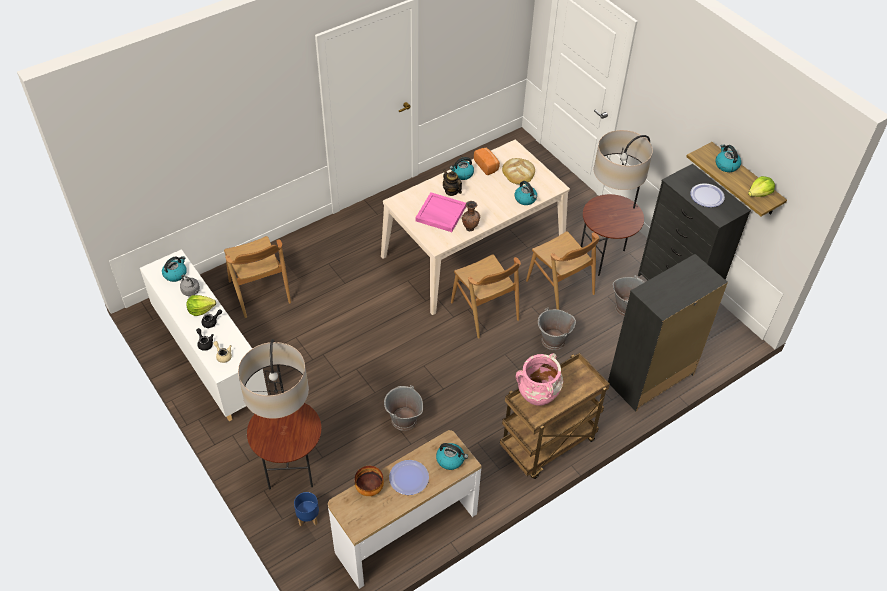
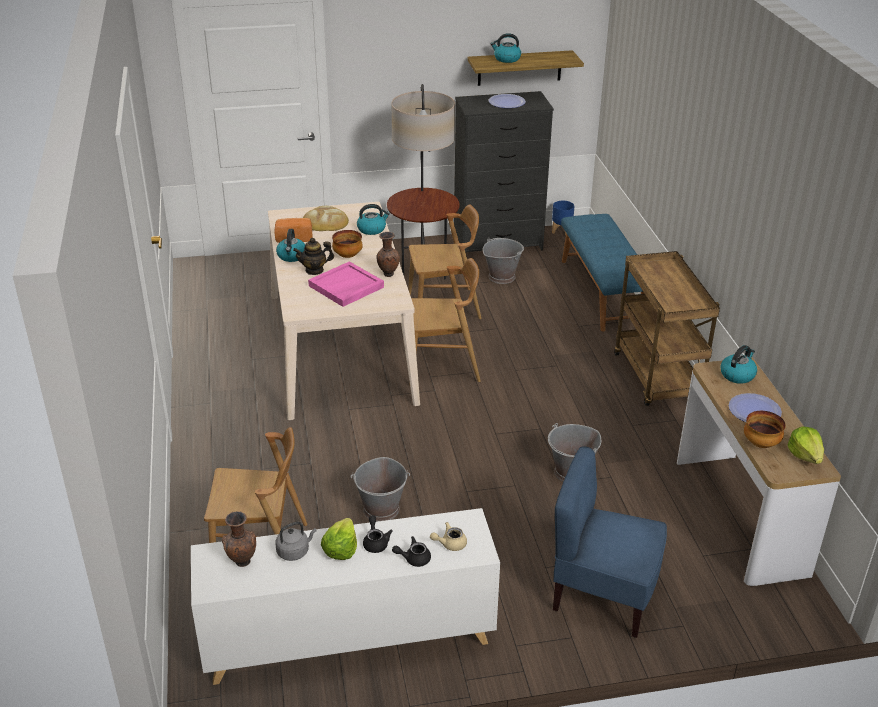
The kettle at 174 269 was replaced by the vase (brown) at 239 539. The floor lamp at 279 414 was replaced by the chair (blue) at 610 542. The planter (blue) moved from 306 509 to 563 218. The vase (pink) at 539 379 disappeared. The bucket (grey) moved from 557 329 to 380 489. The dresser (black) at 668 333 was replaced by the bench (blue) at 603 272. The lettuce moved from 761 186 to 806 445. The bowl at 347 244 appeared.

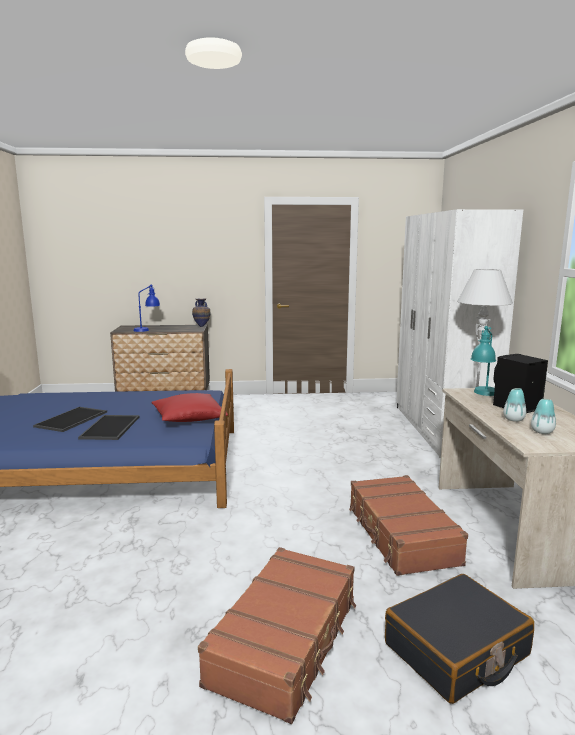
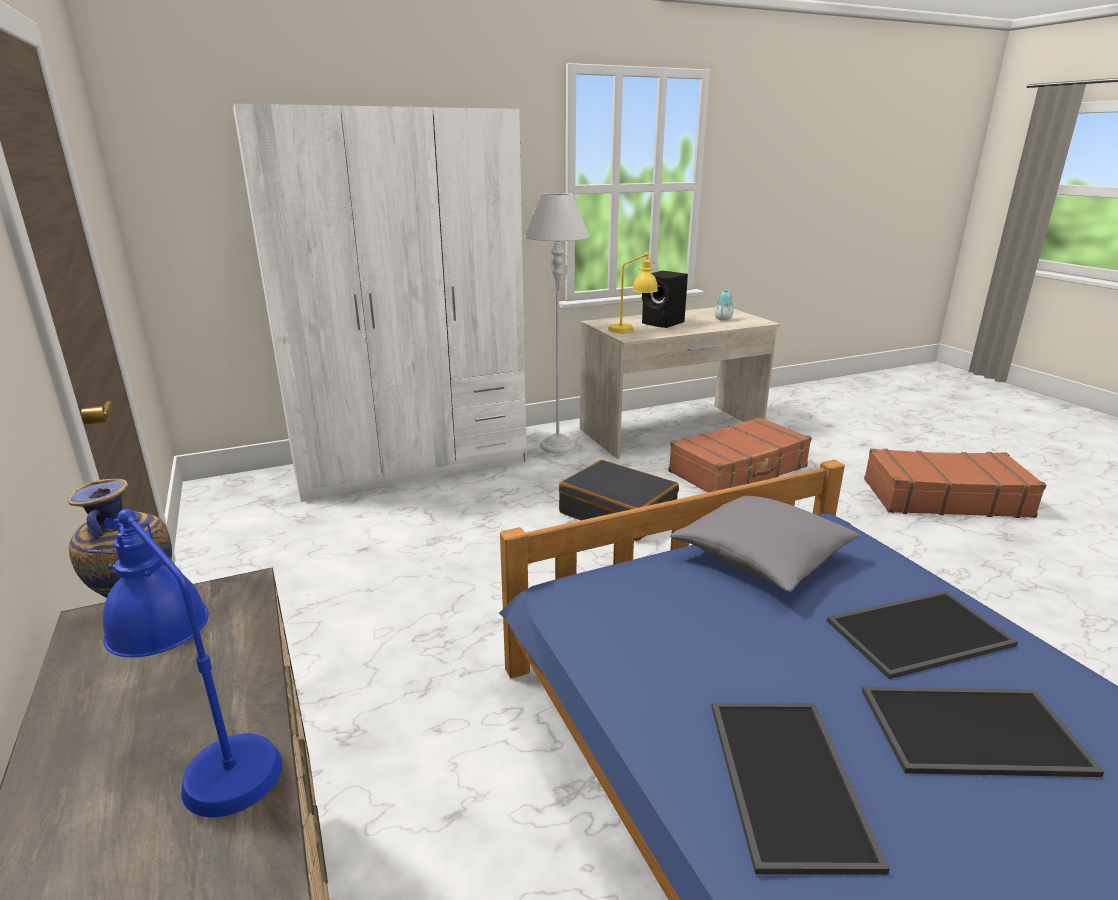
The pillow (red) at 189 407 became the pillow (grey) at 765 543. The suitcase (black) moved from 459 639 to 619 500. The table lamp (turquoise) at 483 361 became the table lamp (yellow) at 633 292. The vase at 514 405 disappeared. The tray at 800 789 appeared.

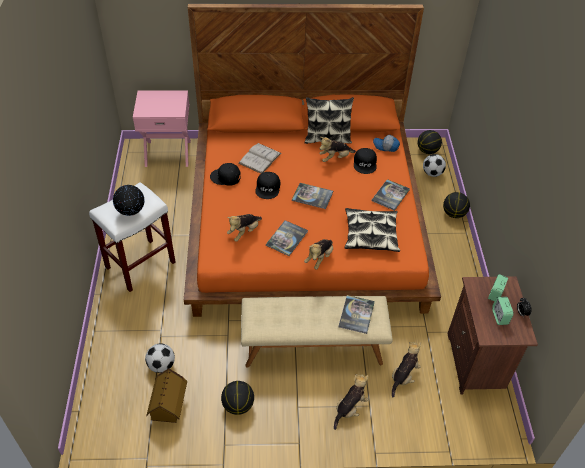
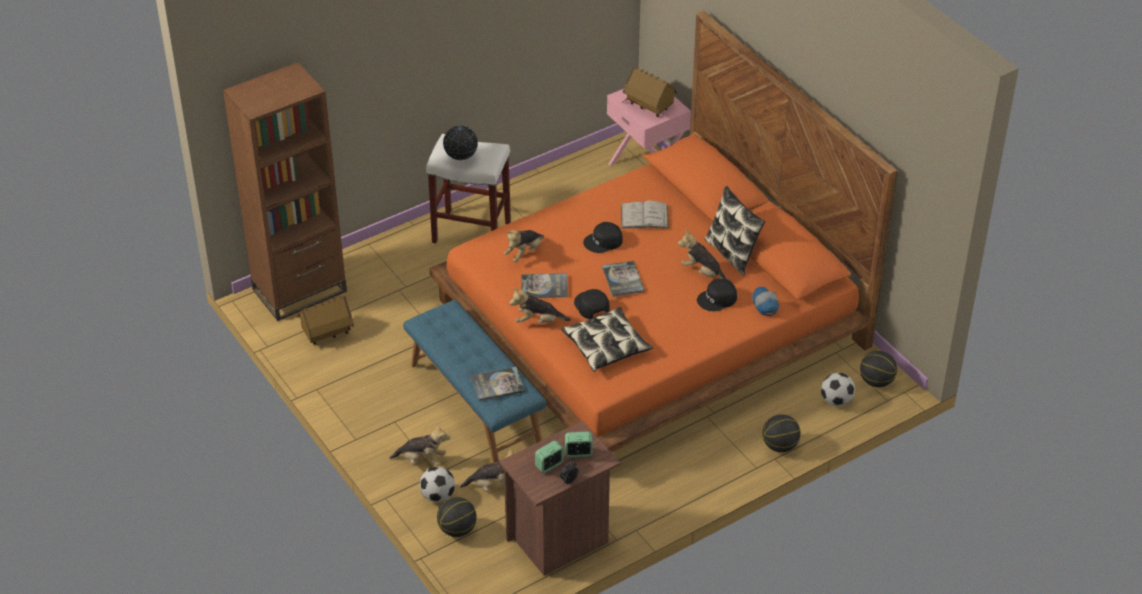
The football moved from 160 358 to 437 484. The cap (black) moved from 225 174 to 591 304. The basketball moved from 237 398 to 457 517. The plush toy at 244 228 turned 60 degrees counterclockwise. The bench (beige) at 317 332 became the bench (blue) at 475 381. The book at 391 195 disappeared. The bookcase (brown) at 285 191 appeared. The toy house at 649 91 appeared.

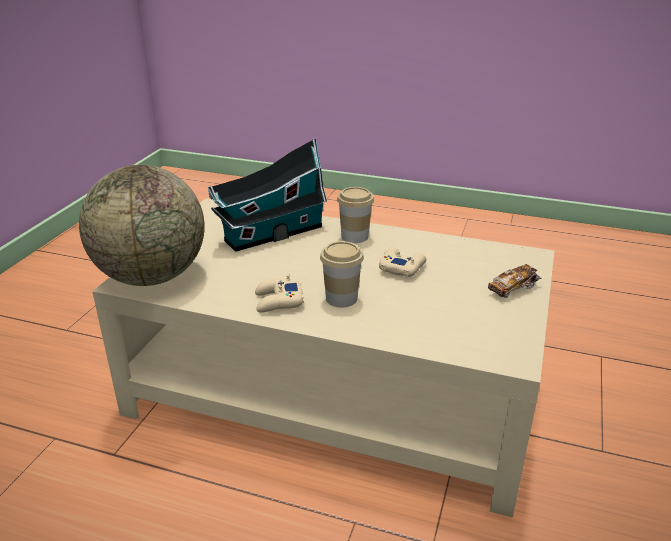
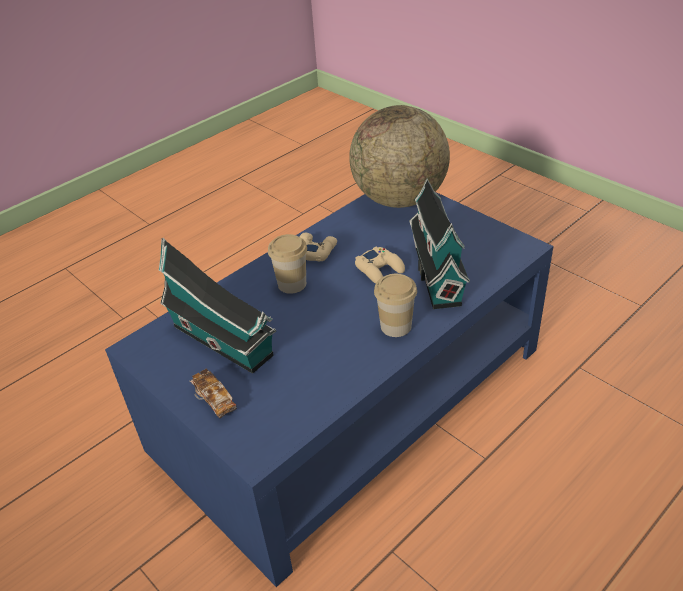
The coffee table (beige) at 323 358 became the coffee table (blue) at 329 389. The game controller (beige) moved from 402 262 to 380 265. The toy car at 515 281 turned 150 degrees clockwise. The toy house at 218 306 appeared.

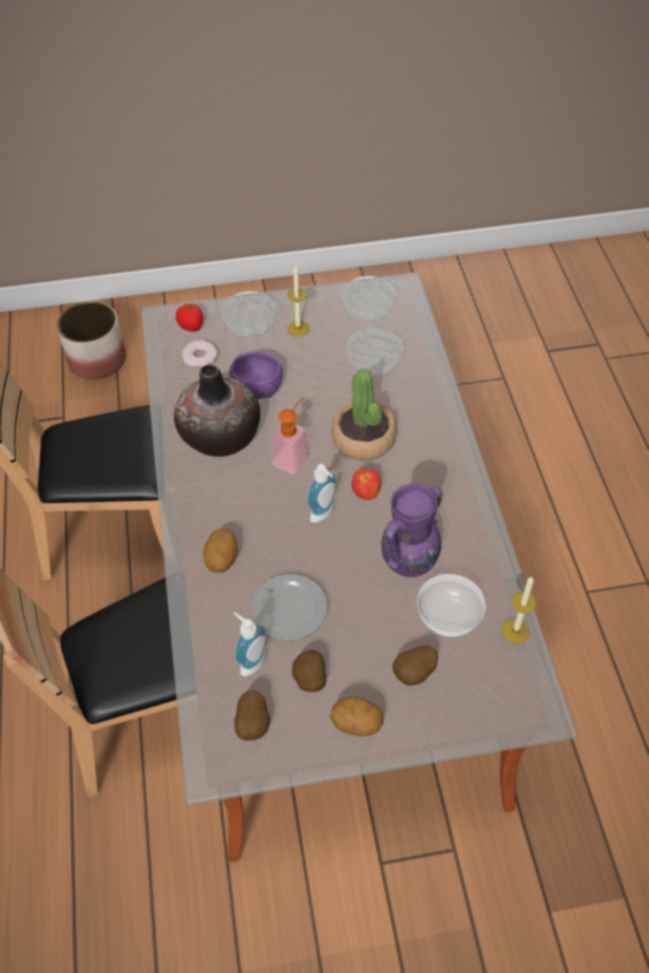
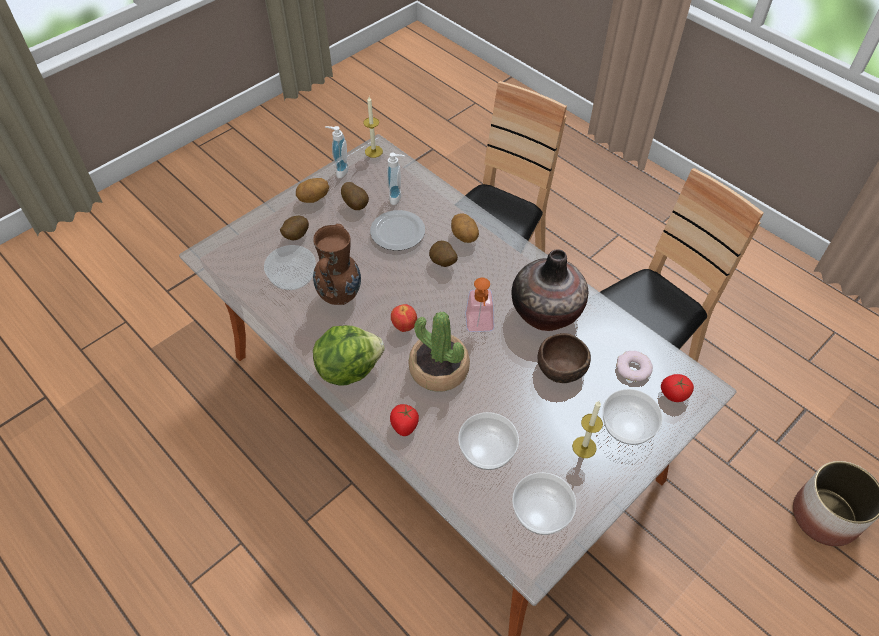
The bowl (purple) at 256 375 became the bowl (brown) at 564 358. The potato moved from 252 715 to 443 254. The soap dispenser moved from 321 493 to 336 152. The vase (purple) at 412 530 became the vase (brown) at 337 264. The candle moved from 519 610 to 373 127. The lettuce at 349 355 appeared. The tomato at 404 420 appeared.

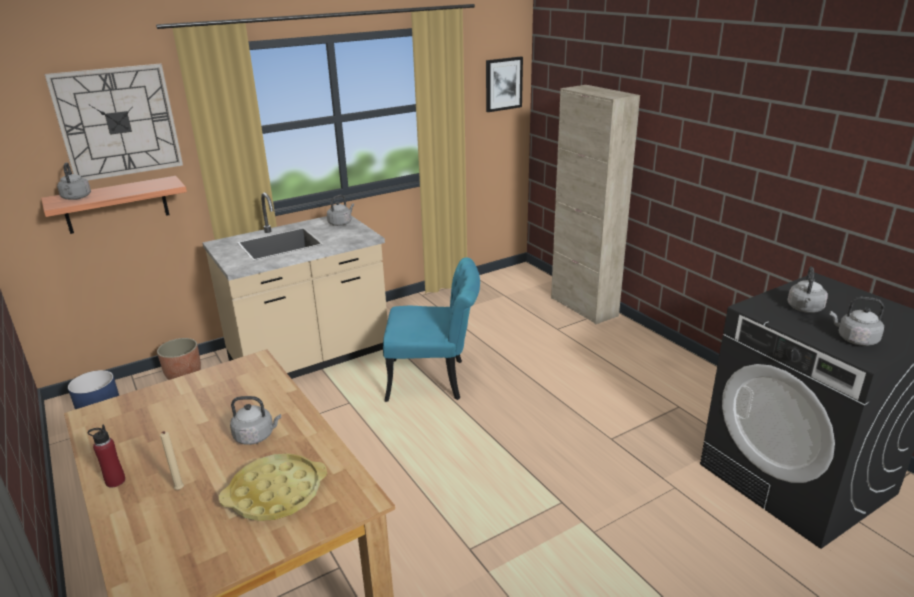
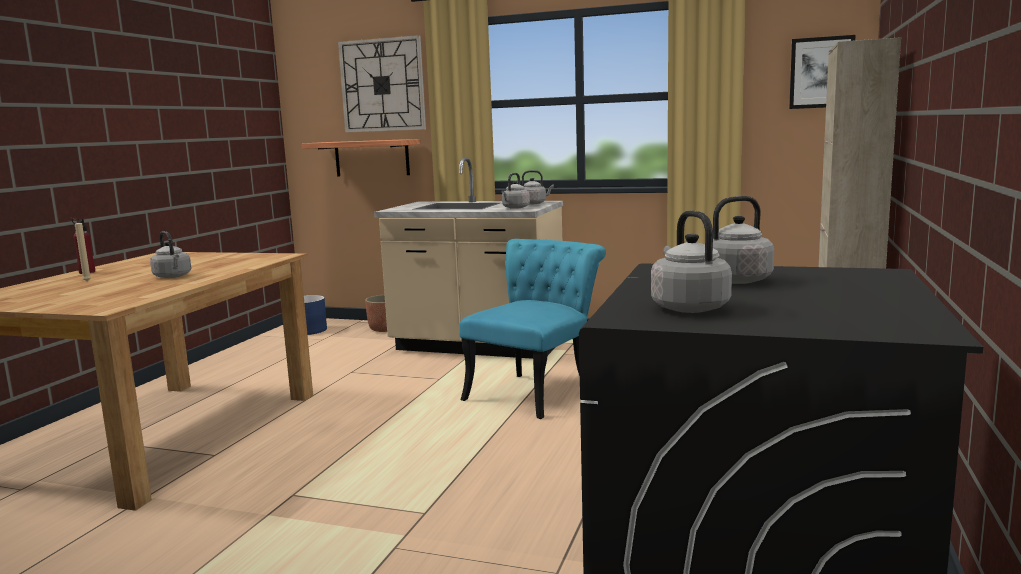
The kettle (grey) moved from 74 181 to 515 191. The tray (yellow) at 273 487 disappeared. The chair (turquoise) at 431 329 turned 105 degrees counterclockwise.

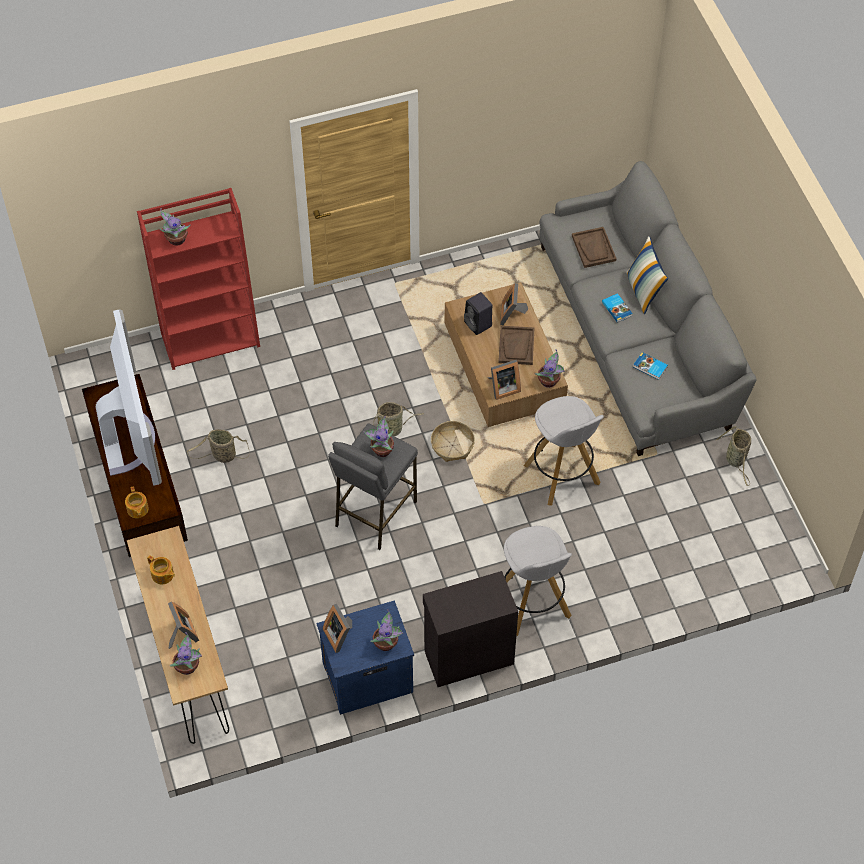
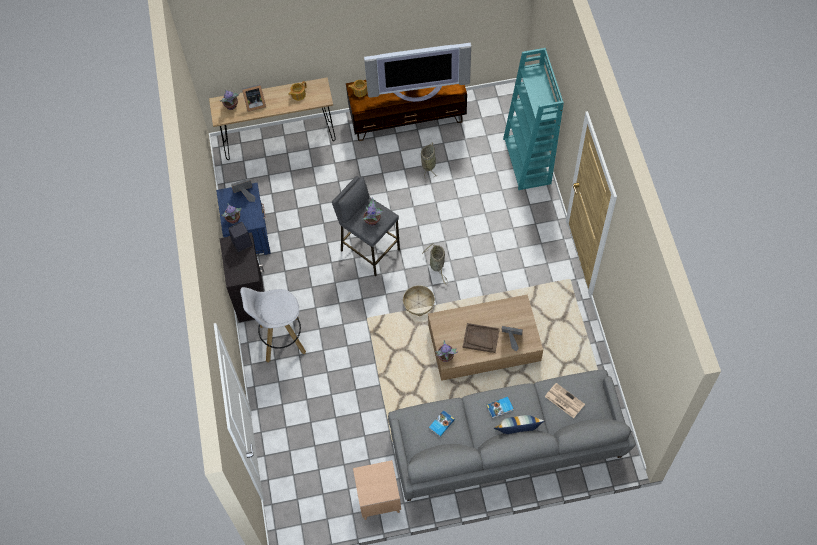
The bookcase (red) at 198 279 became the bookcase (turquoise) at 533 119. The potted plant at 175 227 disappeared. The speaker (black) moved from 478 313 to 240 237. The picture frame at 504 380 disappeared. The stool (white) at 564 451 disappeared. The tray (brown) at 594 247 was replaced by the newspaper at 565 400. The basket at 733 456 was replaced by the side table (brown) at 377 490.

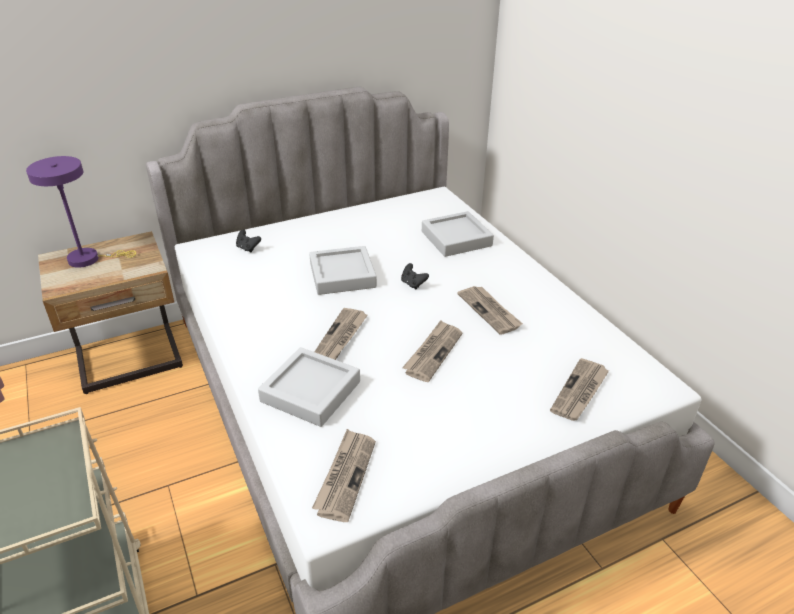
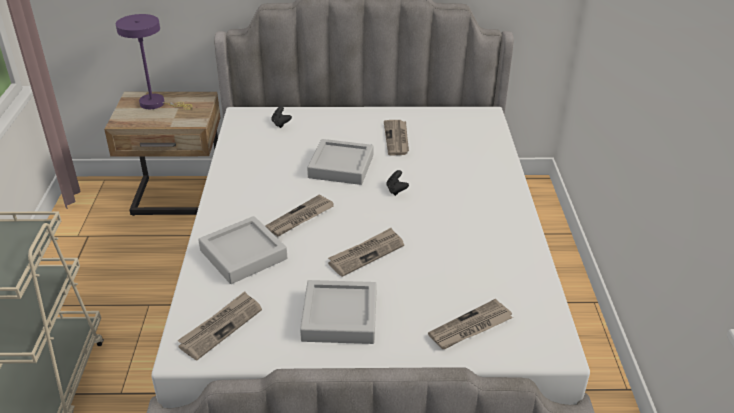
The tray (grey) moved from 458 234 to 338 312. The newspaper moved from 490 310 to 396 137.

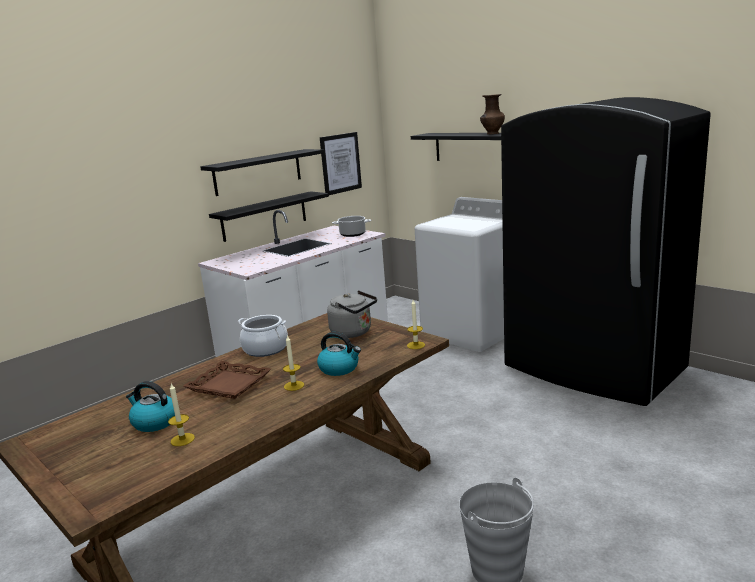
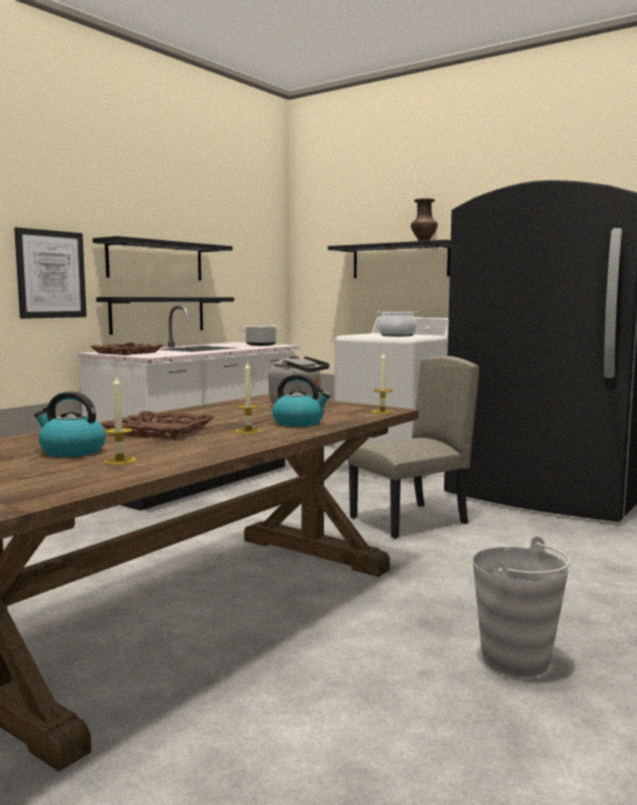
The cooking pot moved from 263 336 to 398 324. The picture moved from 341 163 to 50 273. The tray (brown) at 126 349 appeared. The chair (beige) at 413 447 appeared.

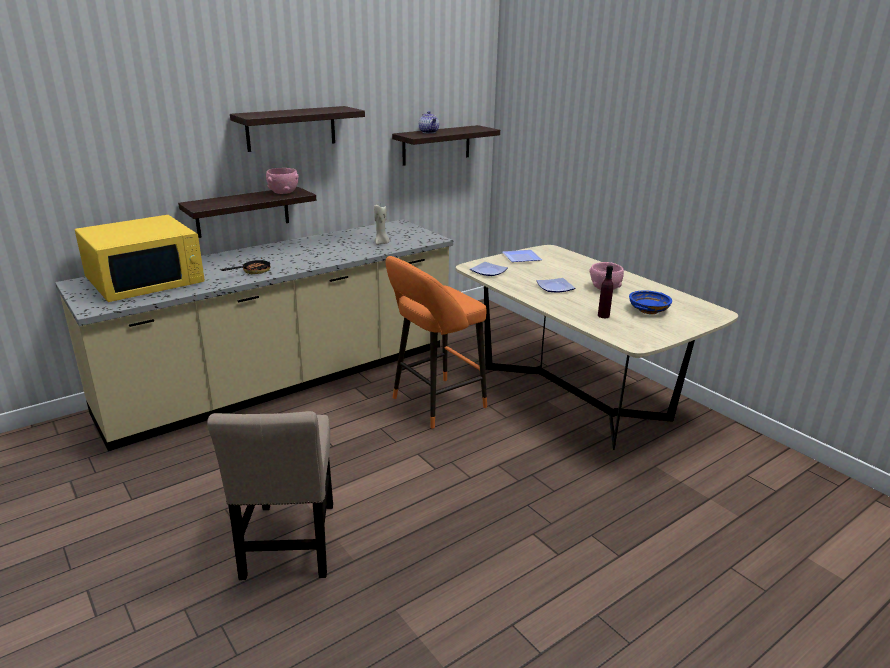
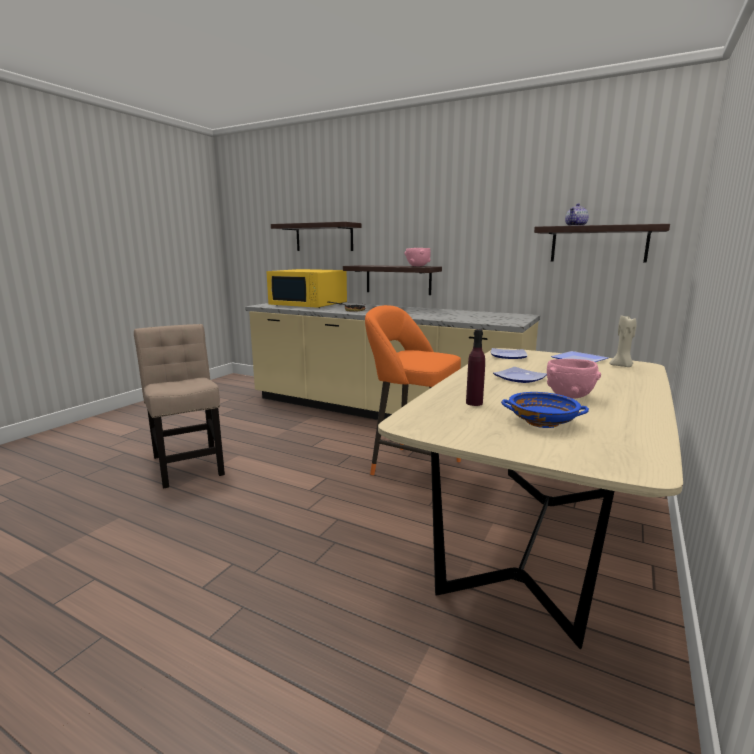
The chair (beige) at 270 495 turned 90 degrees clockwise. The shelf moved from 297 129 to 316 236. The candle (beige) moved from 382 225 to 623 341.

